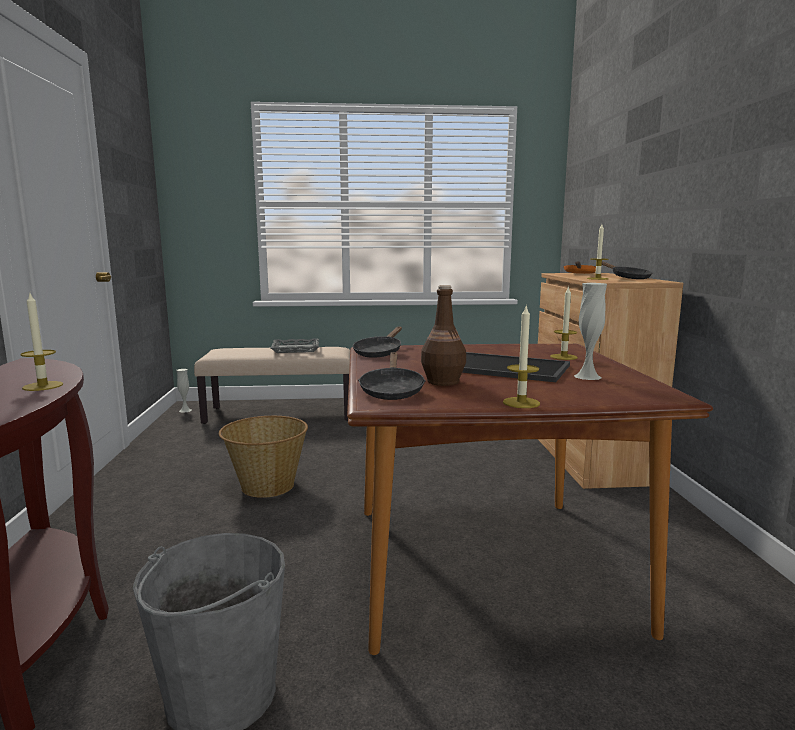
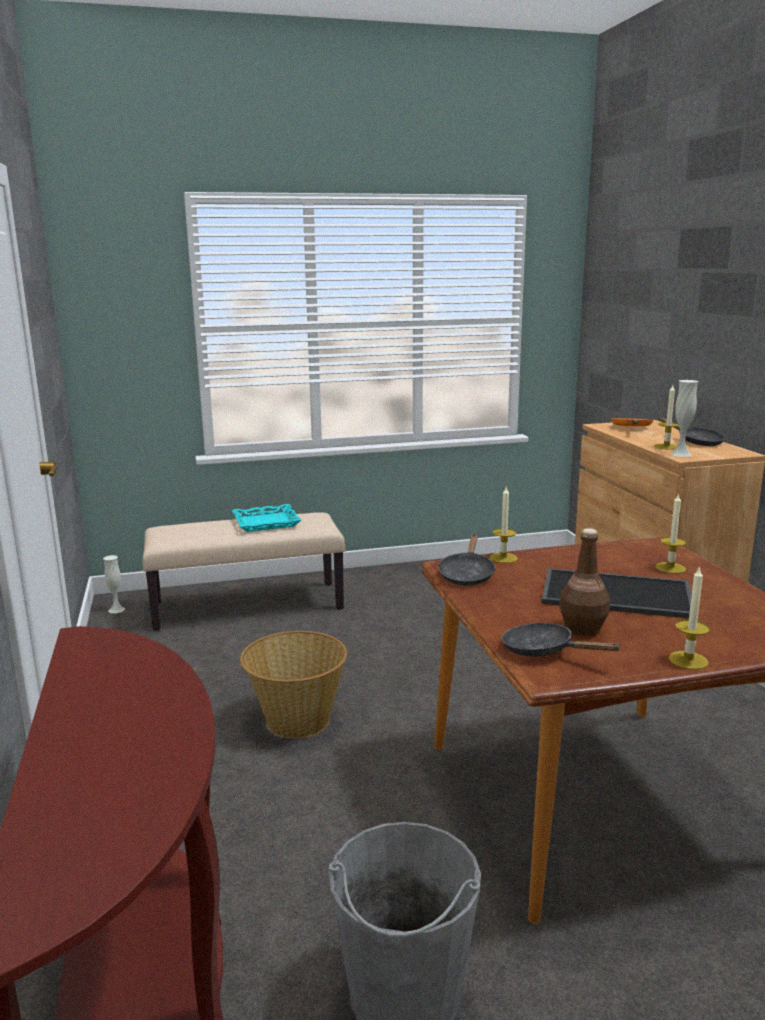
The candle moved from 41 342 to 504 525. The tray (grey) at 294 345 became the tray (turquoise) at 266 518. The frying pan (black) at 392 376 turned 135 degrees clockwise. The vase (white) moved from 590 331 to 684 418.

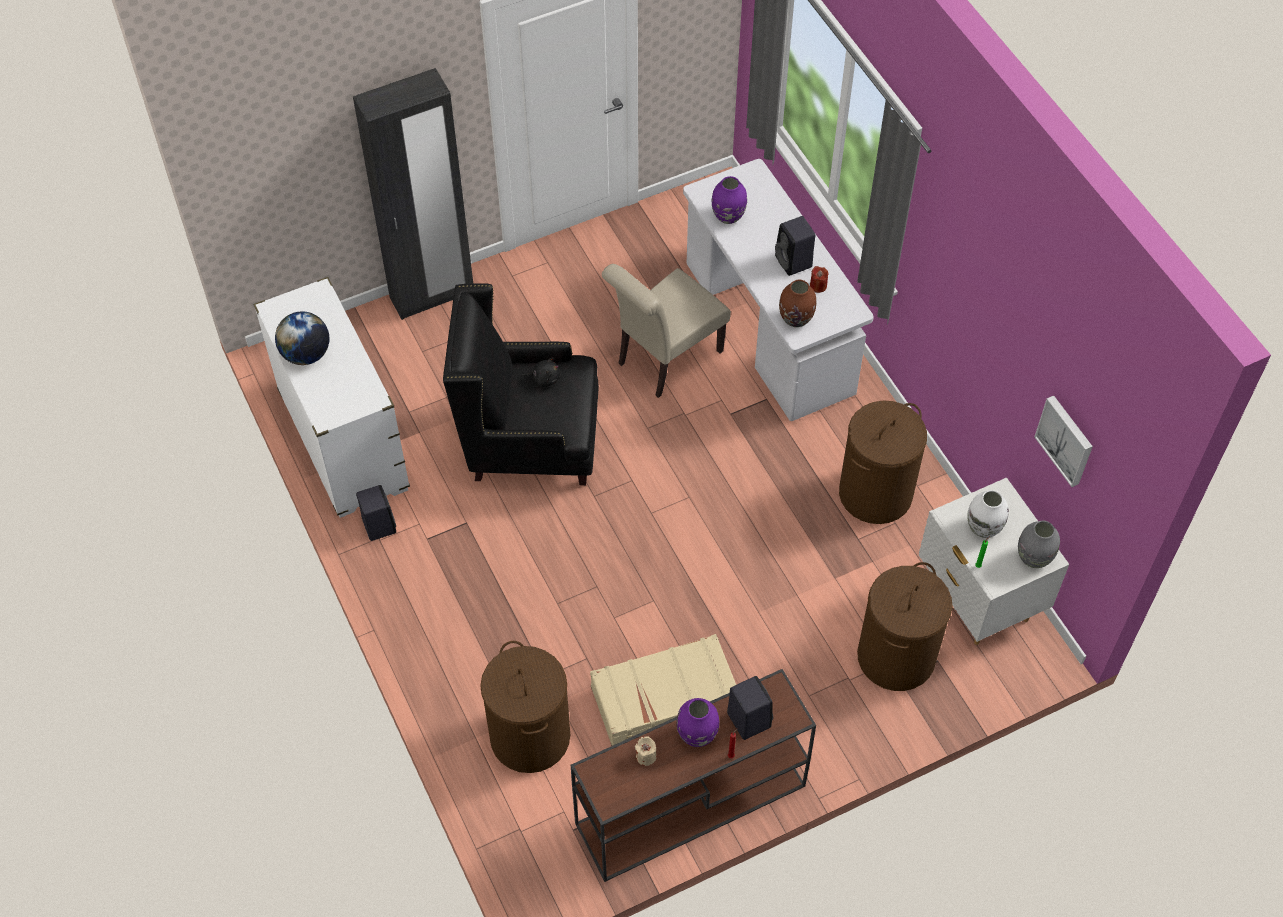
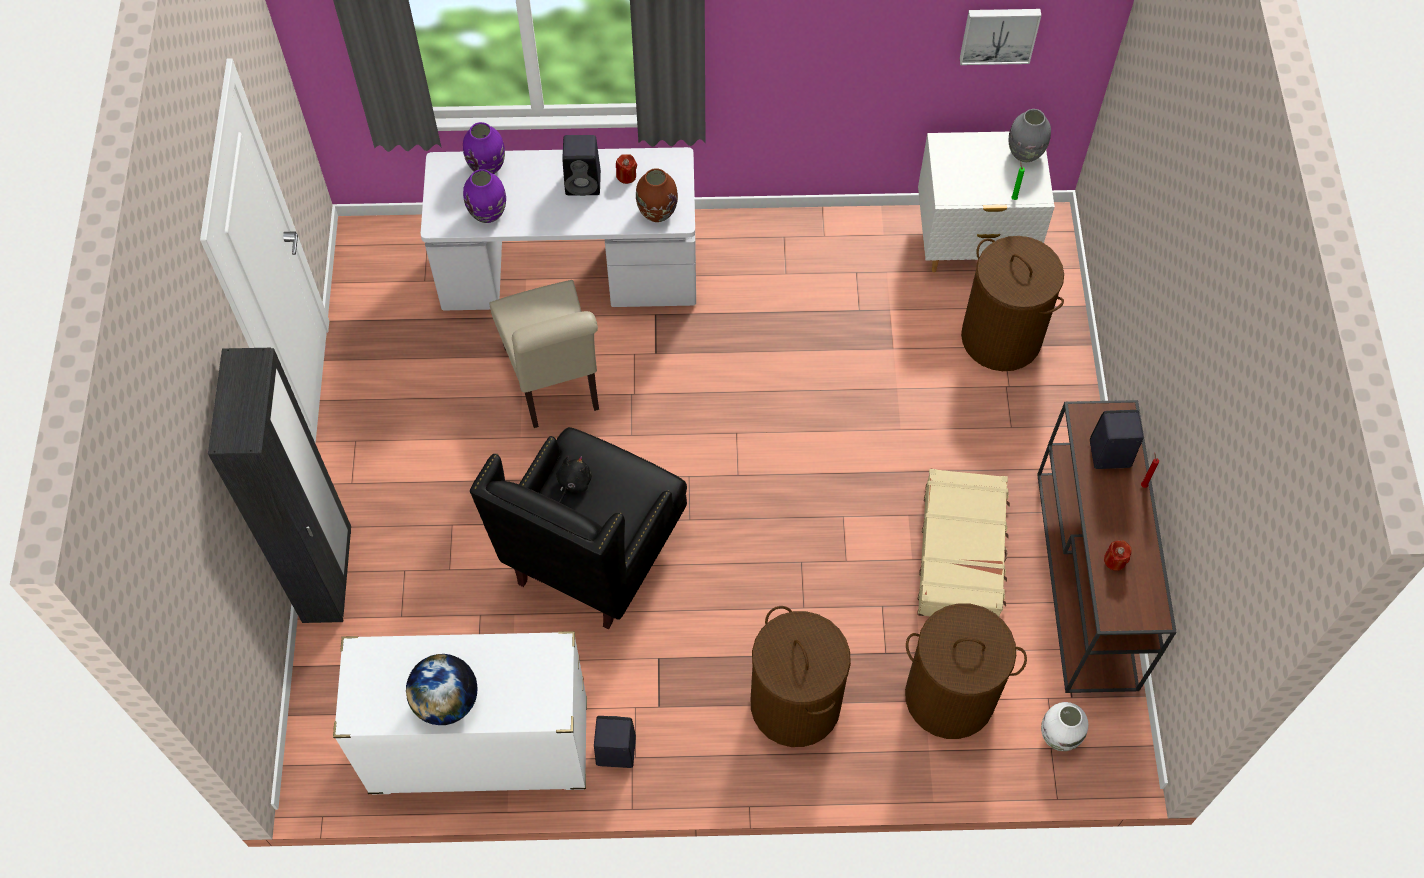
The candle (beige) at 645 751 became the candle (red) at 1118 555. The vase (purple) moved from 697 722 to 484 148. The laundry basket (brown) moved from 883 462 to 801 676. The vase (white) moved from 988 514 to 1064 726.

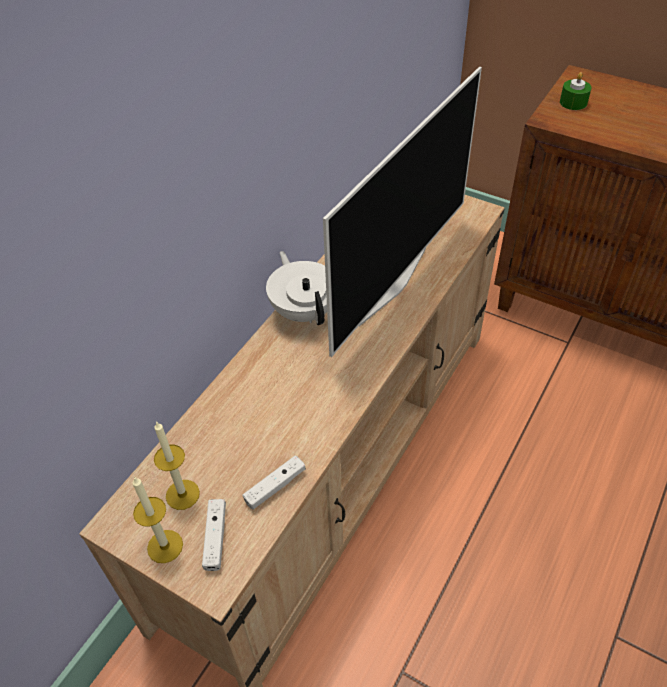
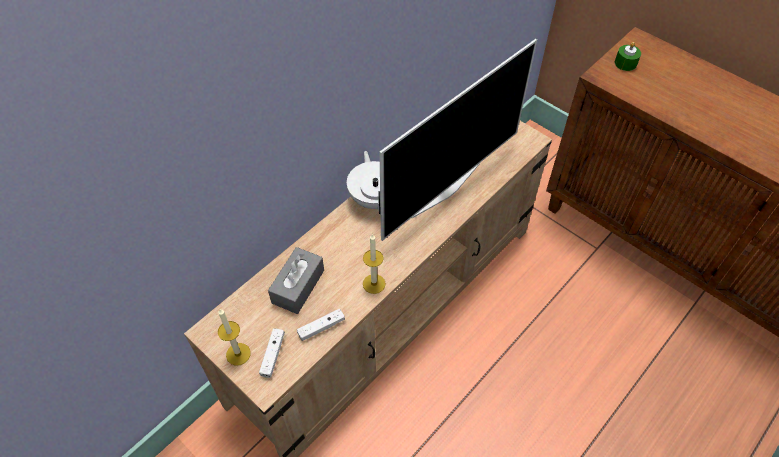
The candle moved from 177 465 to 374 264. The tissue box (grey) at 296 280 appeared.

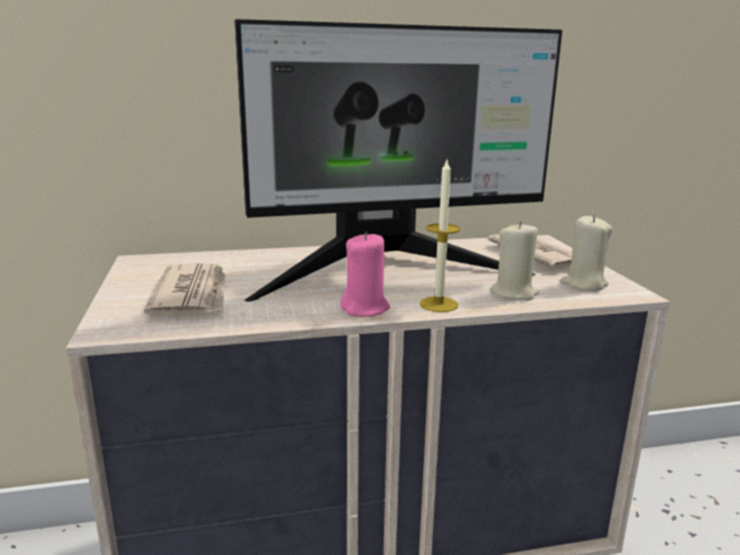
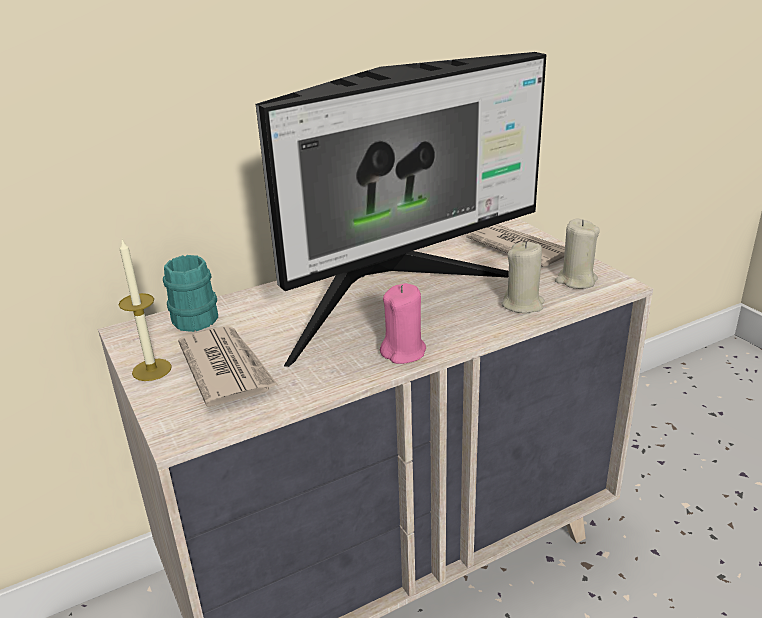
The candle moved from 440 236 to 145 310. The mug (turquoise) at 190 293 appeared.

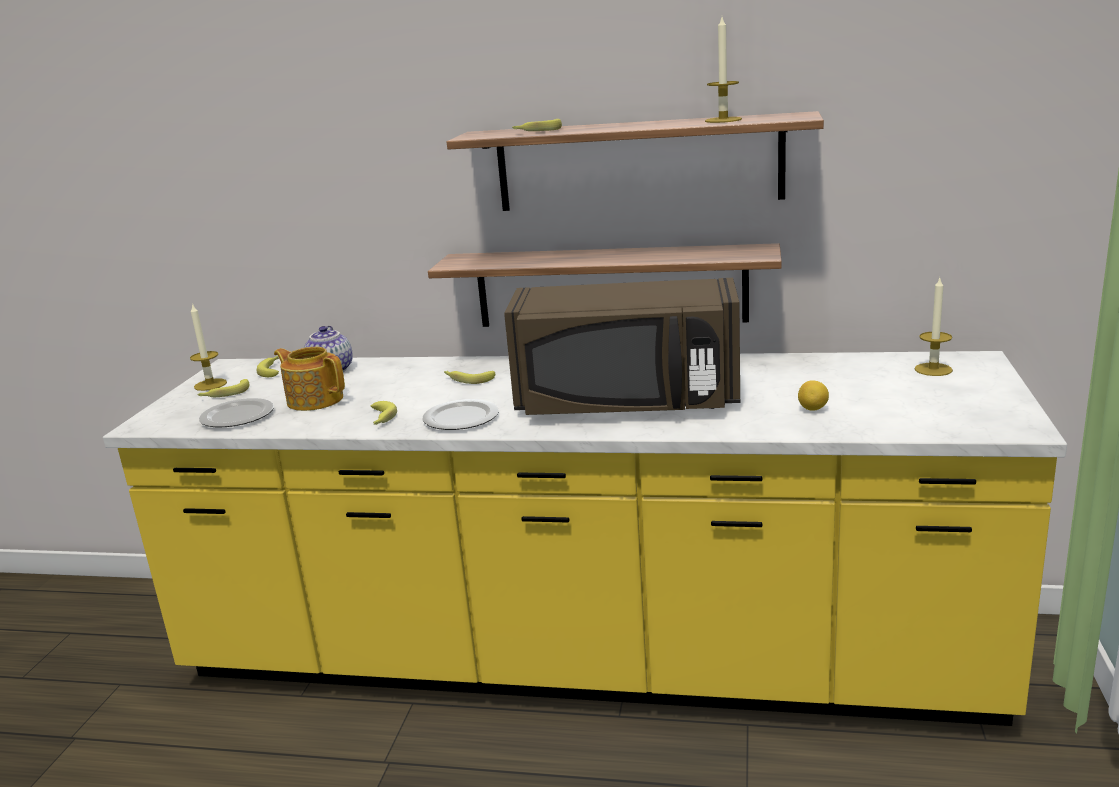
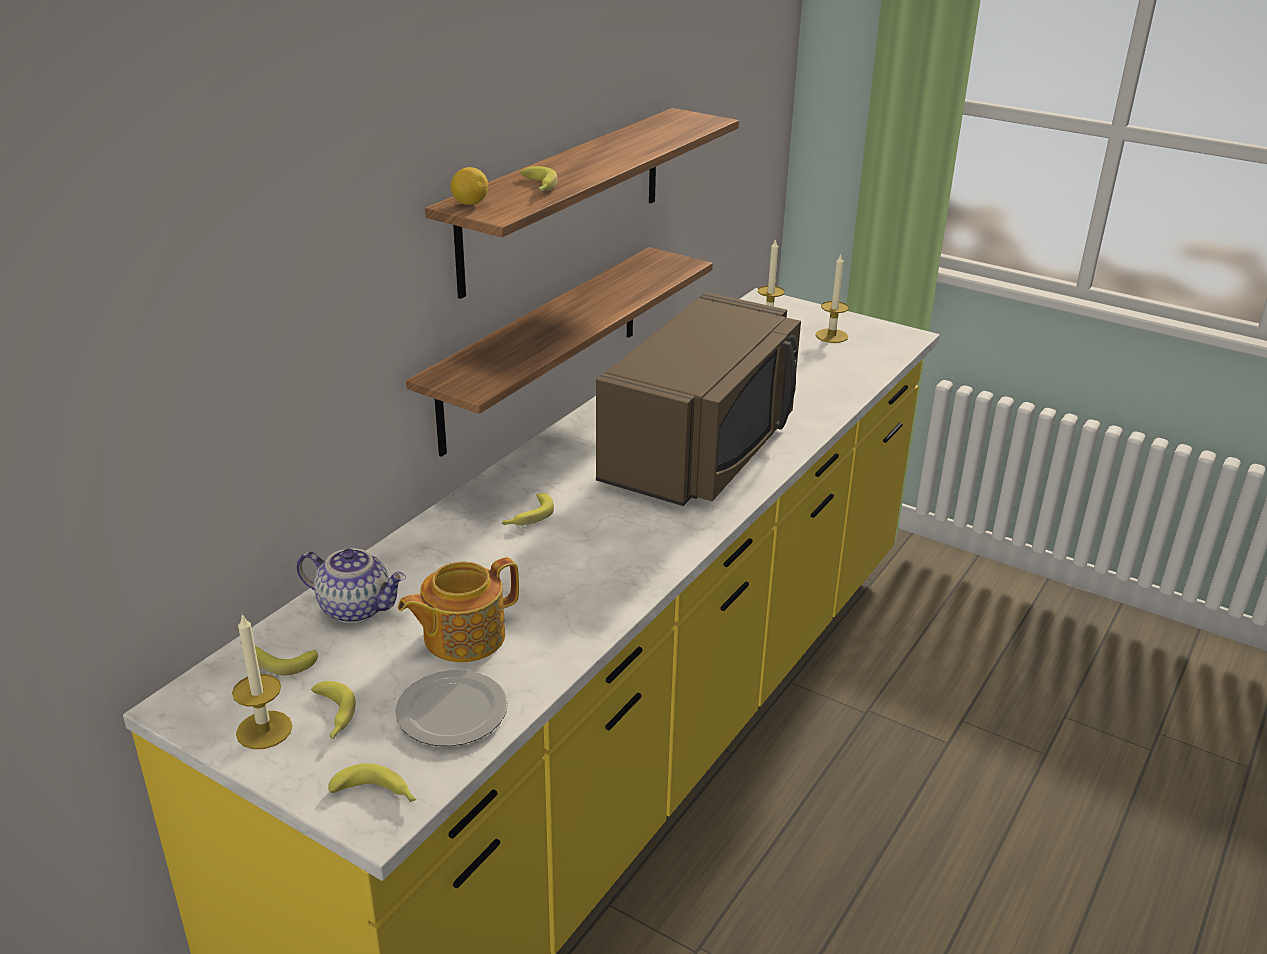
The banana moved from 384 413 to 372 782. The plate at 460 414 disappeared. The candle moved from 723 70 to 832 299. The lemon moved from 813 395 to 469 186.

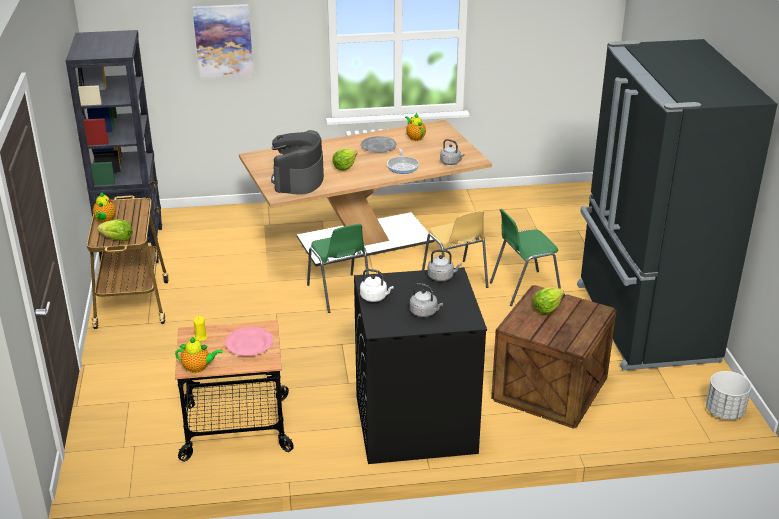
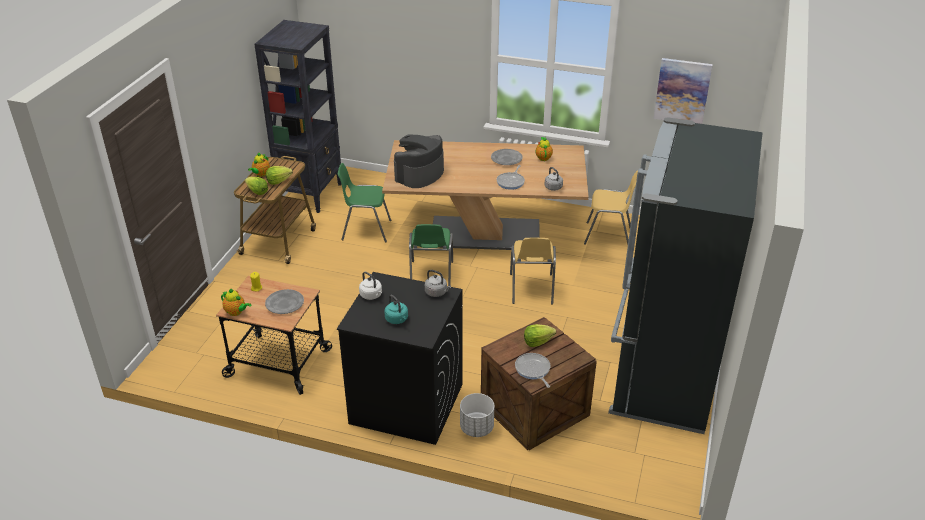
The picture moved from 223 41 to 683 91. The plate (pink) at 249 341 became the plate (grey) at 284 301. The lettuce moved from 344 159 to 279 175. The kettle (grey) at 426 300 became the kettle (turquoise) at 396 309. The chair (green) moved from 525 257 to 364 203. The planter (white) moved from 728 395 to 477 415. The frying pan at 532 370 appeared. The chair (yellow) at 611 208 appeared.

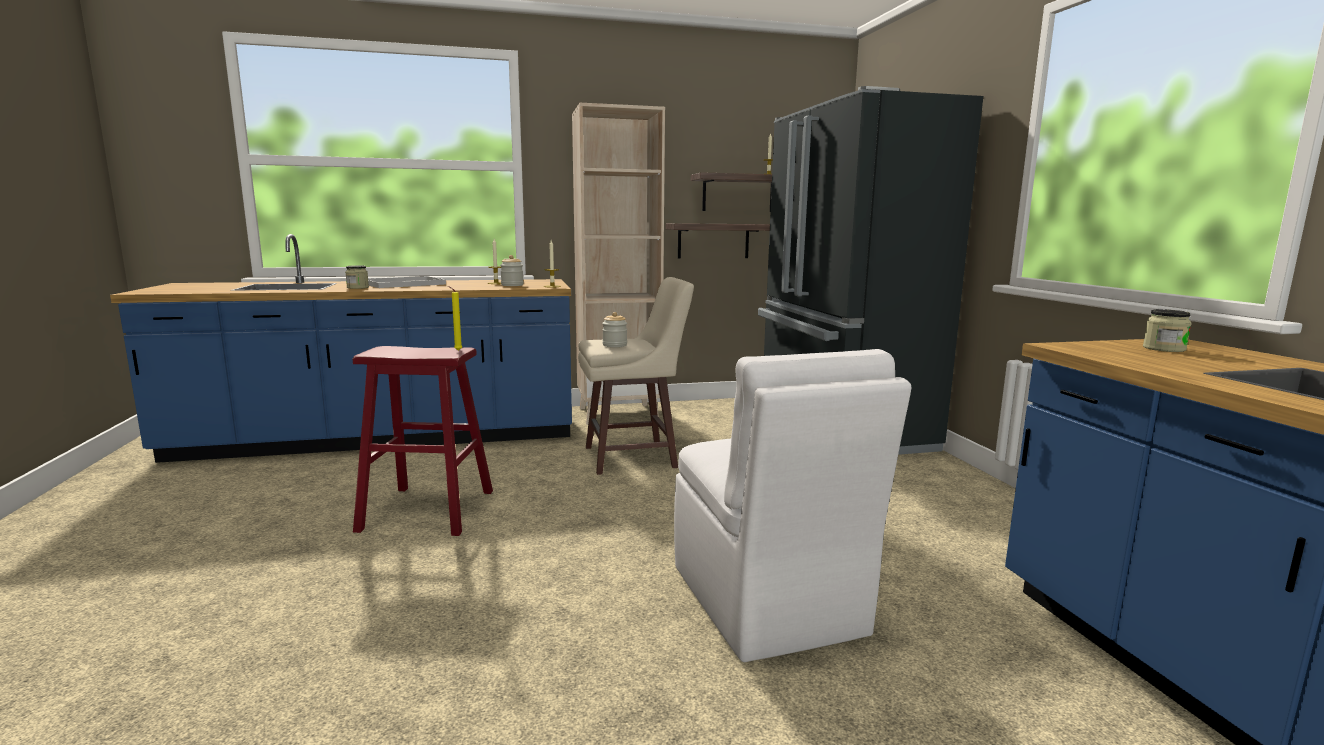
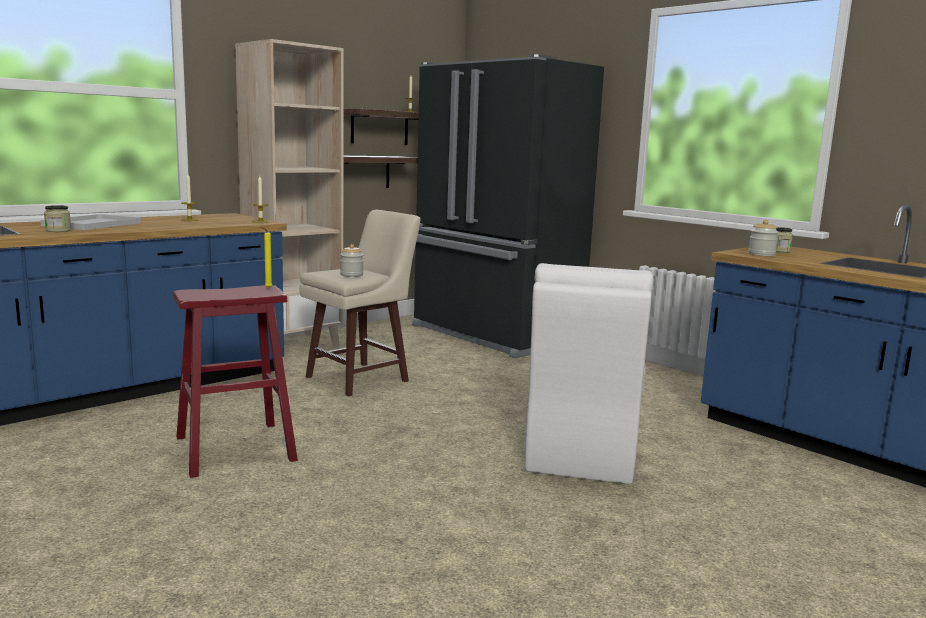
The jar moved from 512 270 to 763 237. The chair (white) at 792 505 turned 60 degrees clockwise.

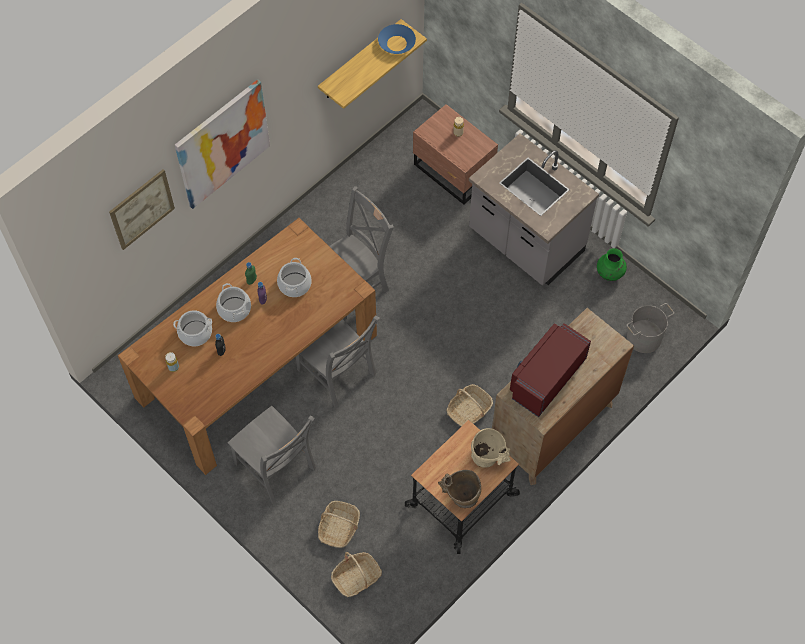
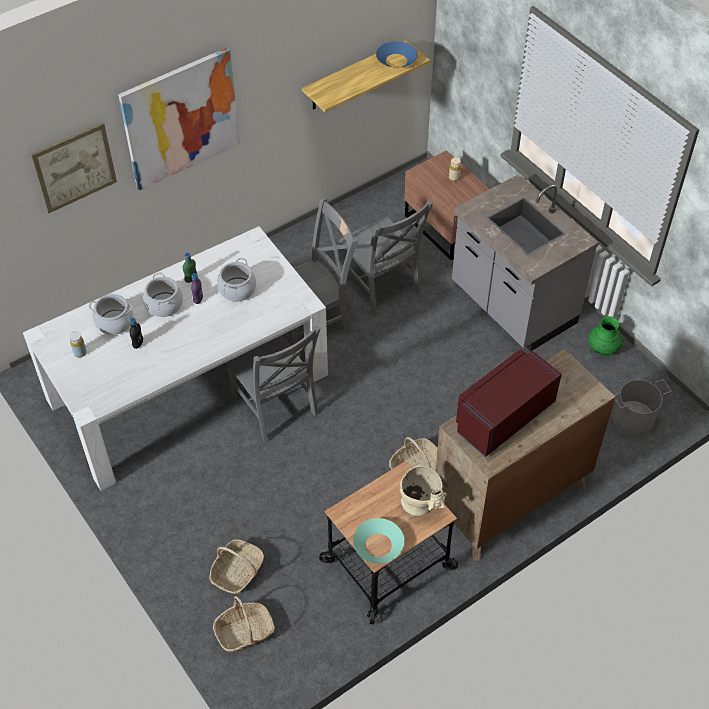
The dining table (brown) at 247 346 became the dining table (white) at 175 358. The chair (grey) moved from 272 455 to 386 258. The vase (beige) at 459 489 was replaced by the bowl (turquoise) at 378 541.

